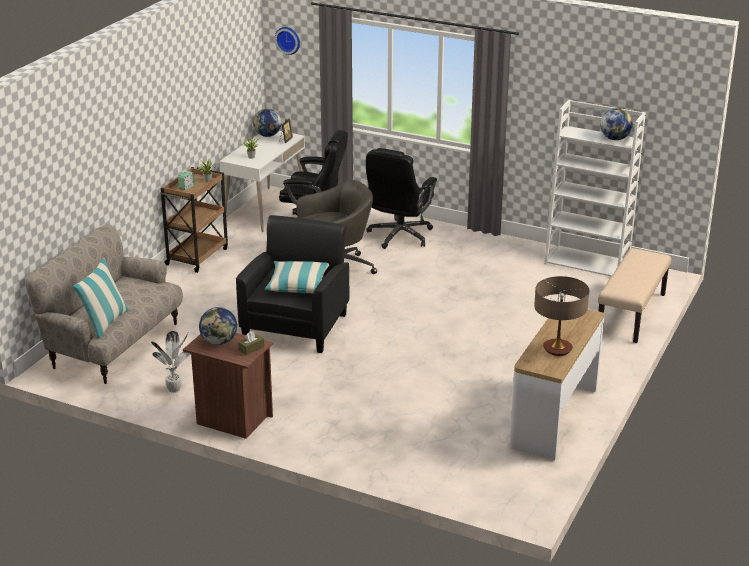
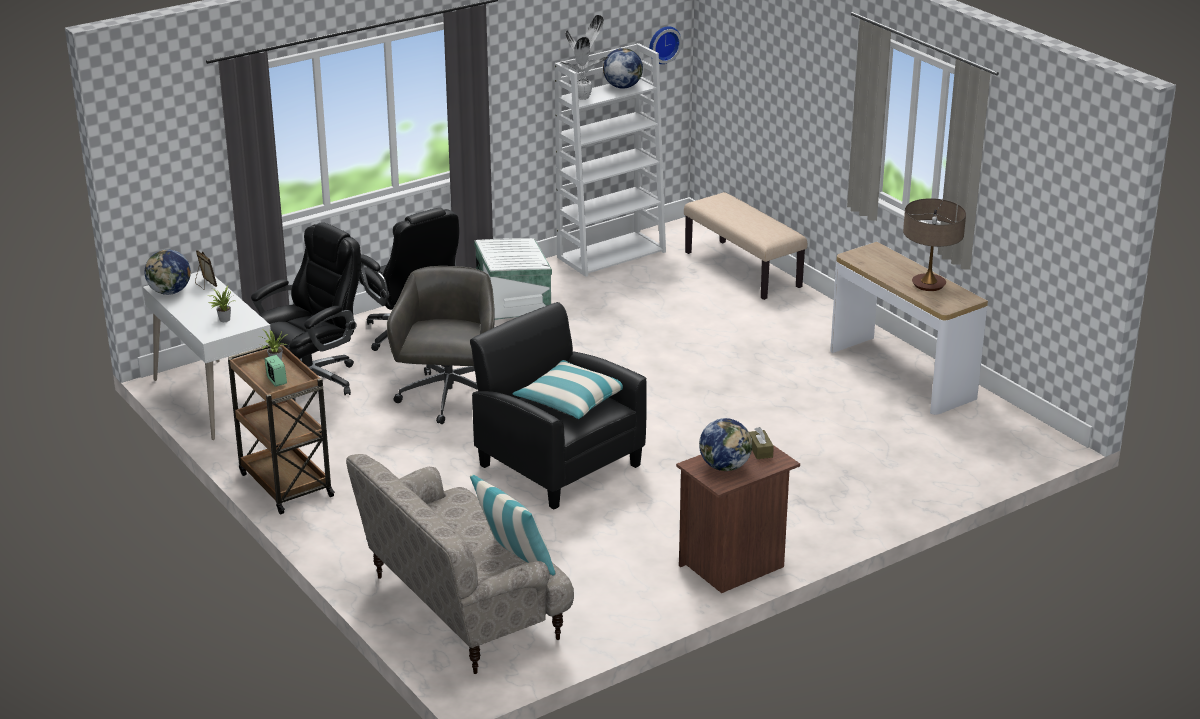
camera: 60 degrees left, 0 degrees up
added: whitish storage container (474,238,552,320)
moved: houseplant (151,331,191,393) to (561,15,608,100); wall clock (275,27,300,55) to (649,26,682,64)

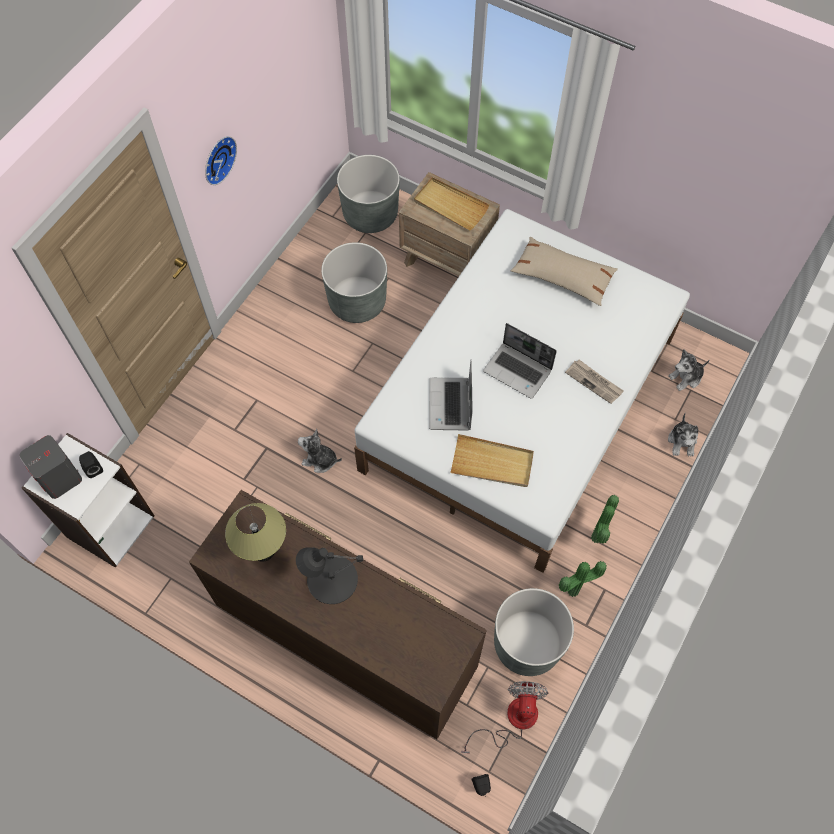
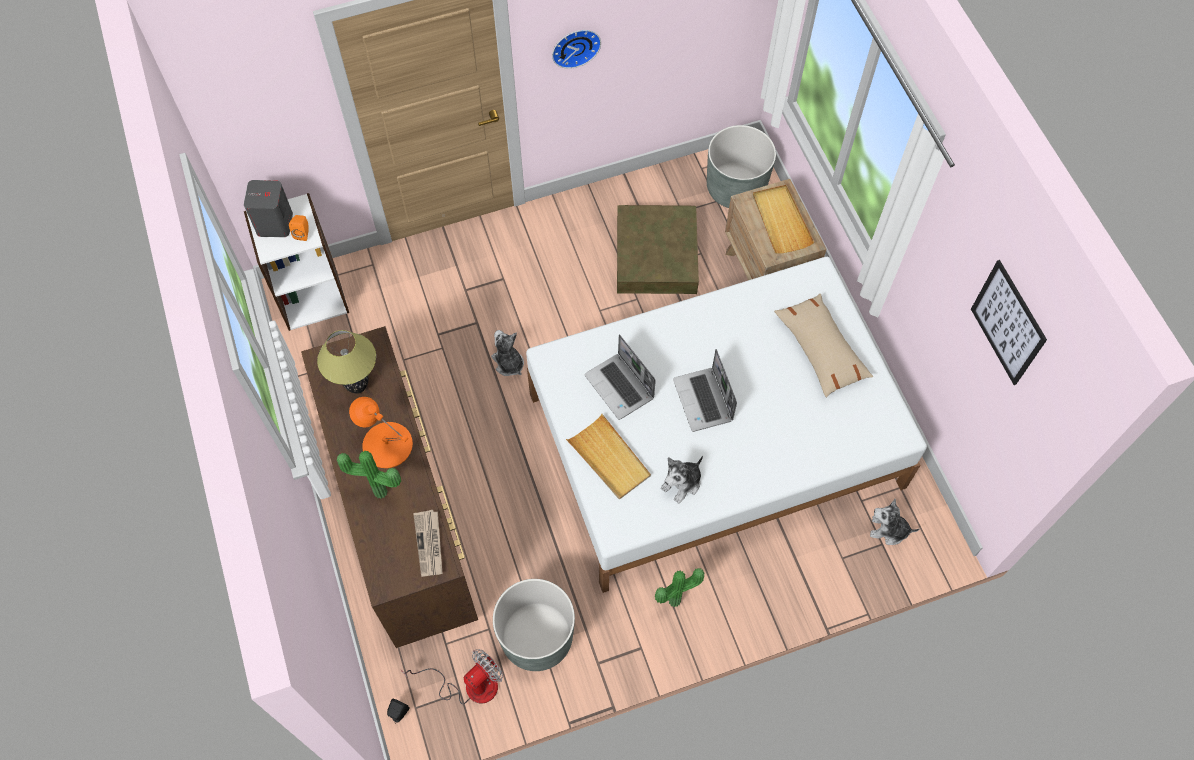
camera: 40 degrees right, 0 degrees up
added: wall art (971,260,1047,385)
moved: houseplant (559,561,607,597) to (337,451,401,499); printed paper (565,360,624,404) to (413,510,442,577); cuddly toy (668,413,698,457) to (661,456,703,504)
replaced: gray plant pot (321,242,387,323) to brown-coloured storage container (617,205,699,294)
recoloured: black audio speaker (79,451,103,478) to orangey audio speaker (289,215,309,241); black tabletop lamp (296,547,363,604) to orangey tabletop lamp (349,397,413,468)
turned: notebook computer (429,360,473,431) = (585,334,656,420) 75 degrees counterclockwise

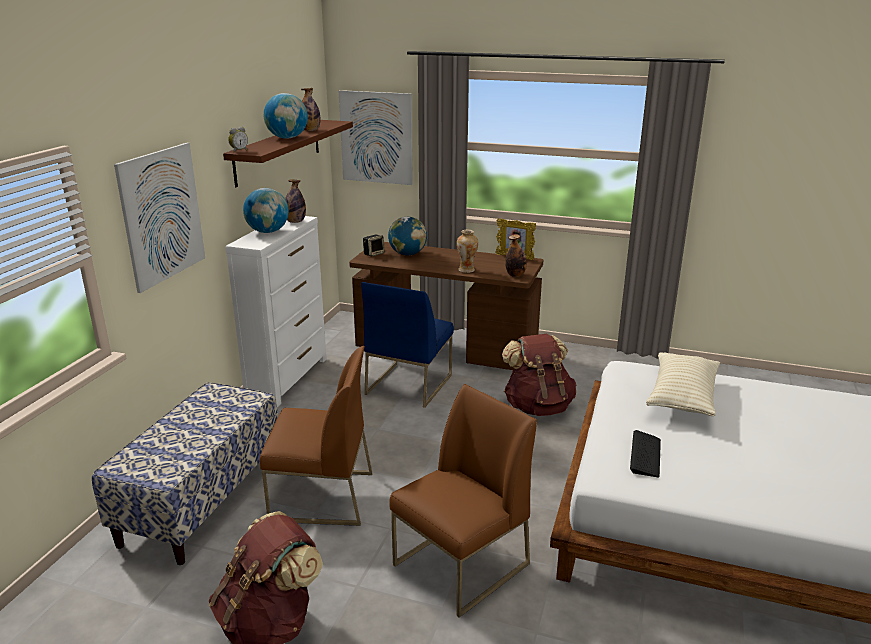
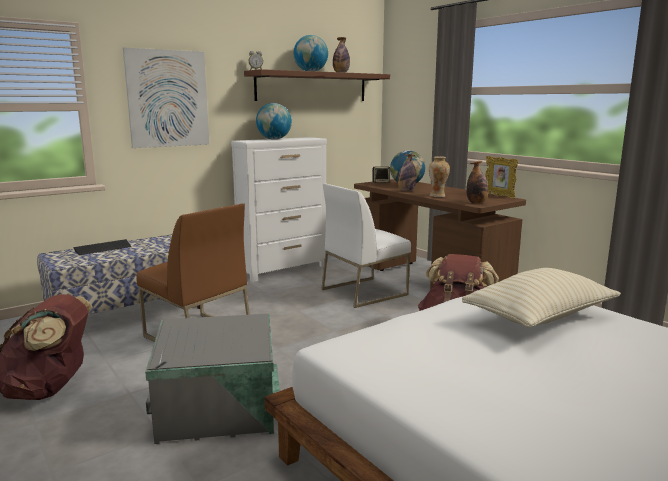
camera: 35 degrees right, 10 degrees down
removed: wall art (338,90,413,185)
moved: drink bottle (285,180,306,223) to (397,154,417,191); PC keyboard (630,430,661,477) to (73,239,131,255)
replaced: brown-coloured chair (389,384,537,618) to gray storage container (145,314,280,444)
recoloured: blue chair (361,282,454,408) to whitish chair (321,183,411,308)

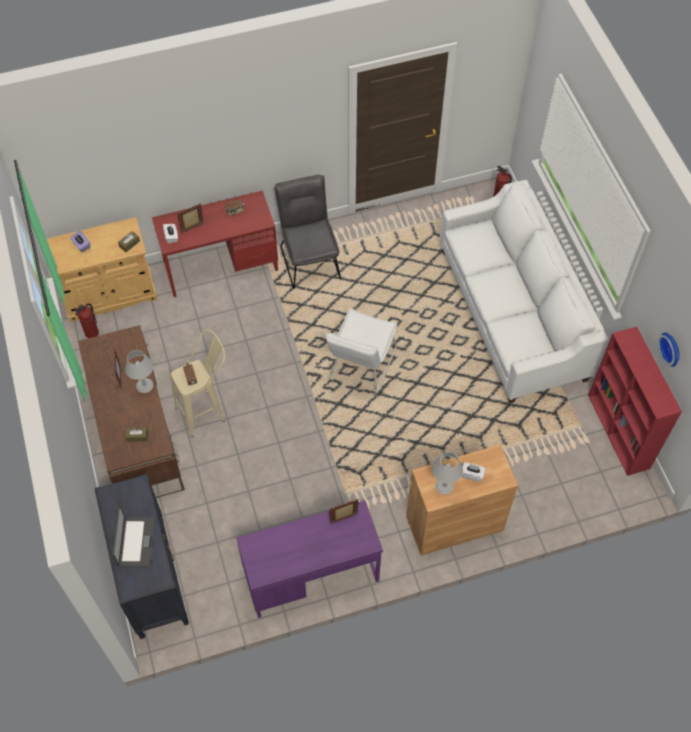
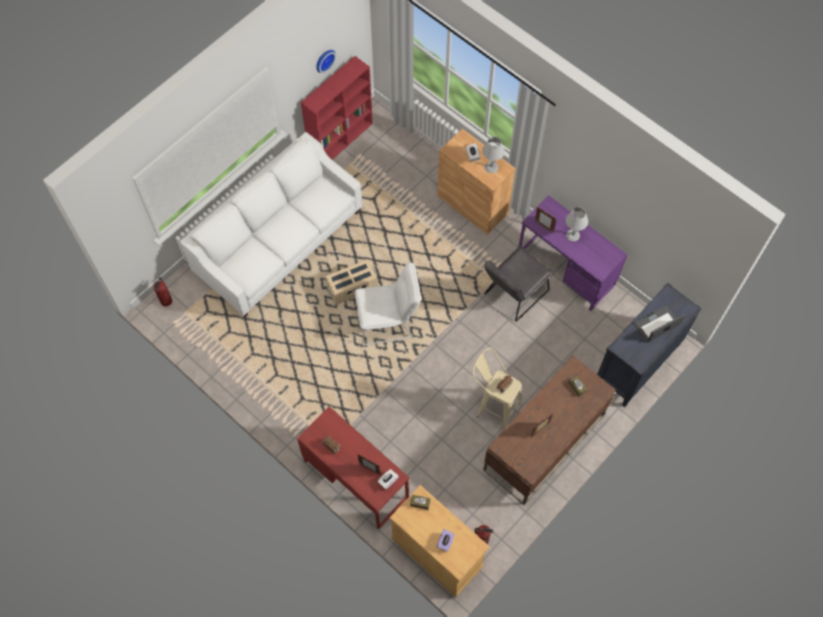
camera: 120 degrees left, 5 degrees up
added: beige-coloured storage container (326,259,378,305)
moved: gray tabletop lamp (125,350,153,393) to (566,207,588,242); gray chair (274,175,341,289) to (484,246,552,321)

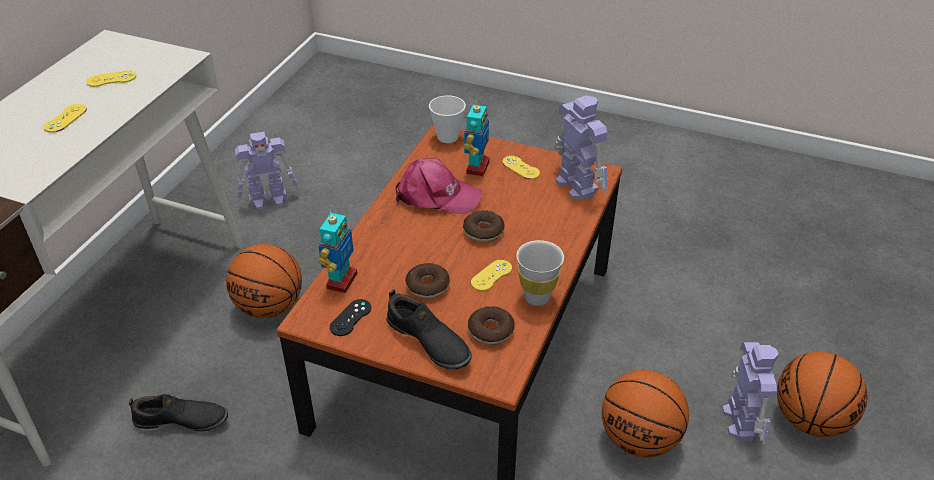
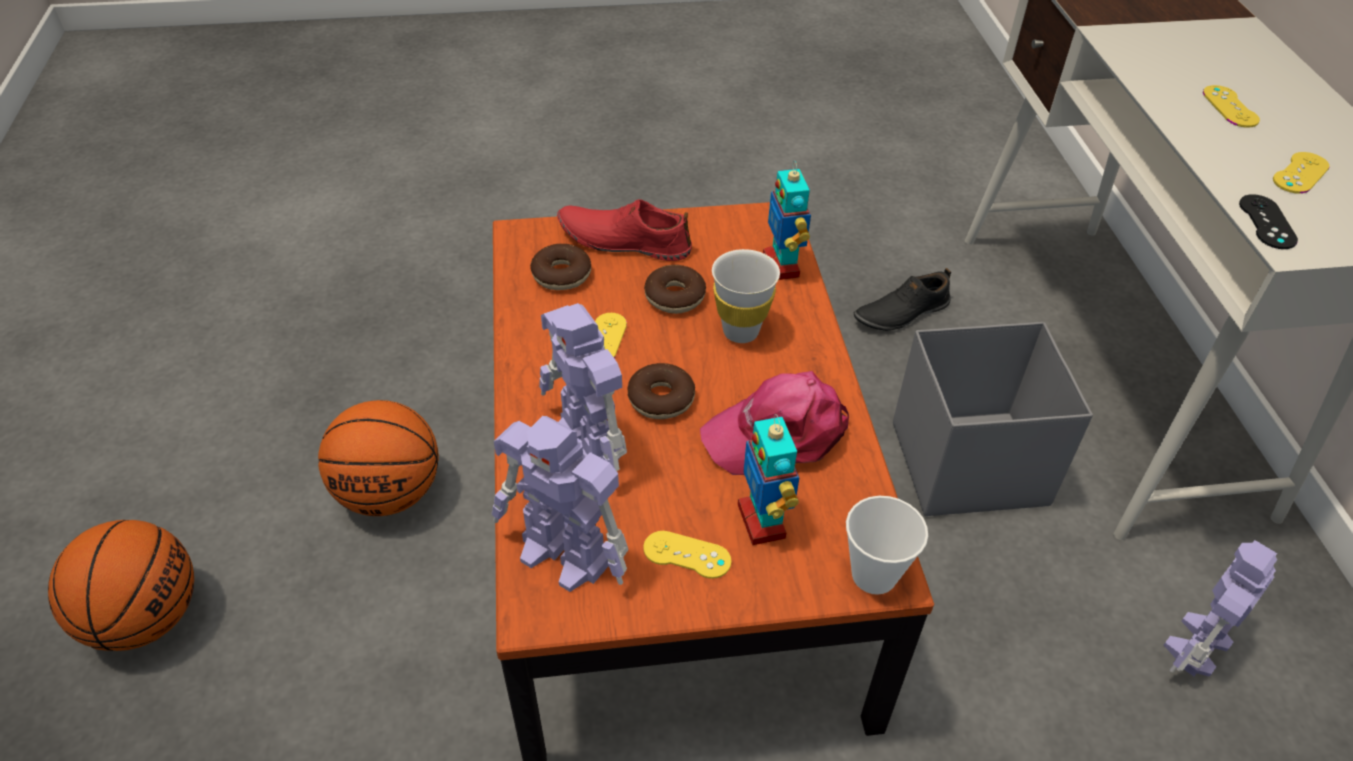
camera: 150 degrees right, 5 degrees up
moved: black gamepad (329,299,371,336) to (1239,194,1298,249); whitish small cup (516,240,564,306) to (712,249,780,343); model robot (722,342,779,444) to (539,303,627,471)
replaced: basketball ball (226,244,302,318) to gray storage container (893,322,1093,516)
recoloured: black low shoe (387,289,472,369) to red low shoe (557,199,692,261)

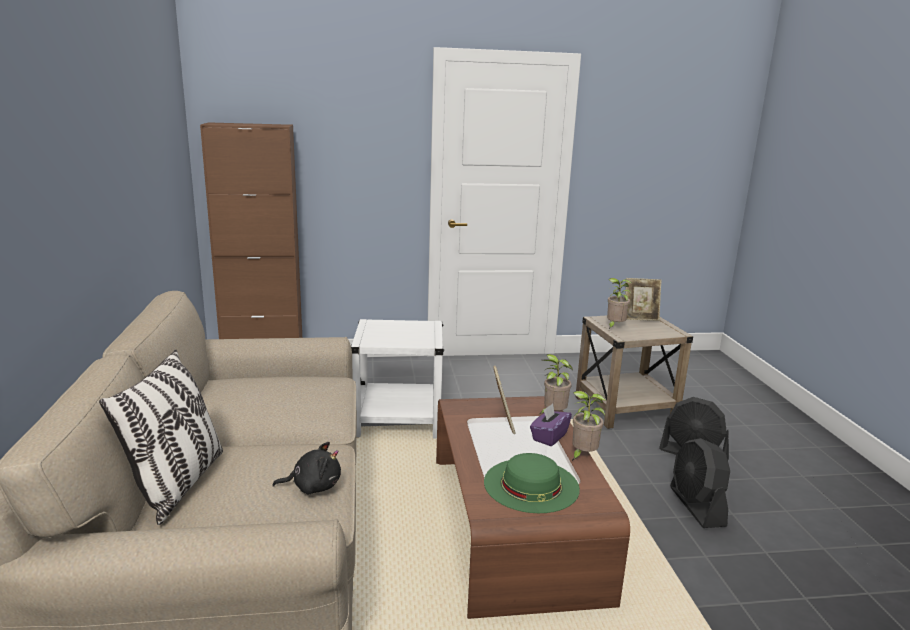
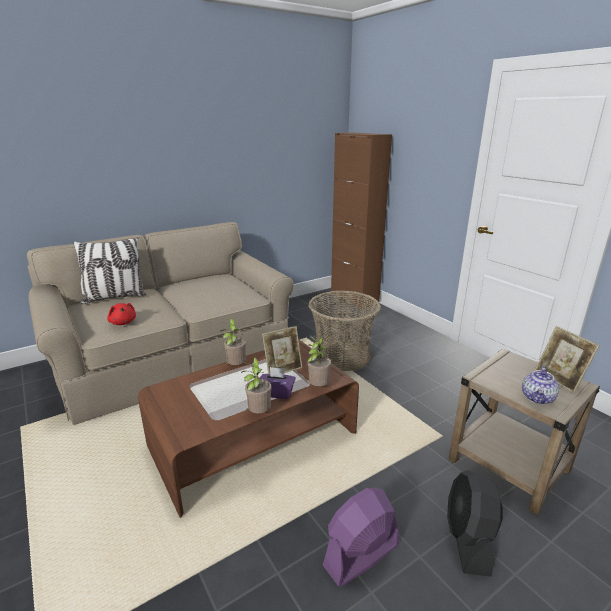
camera: 65 degrees right, 5 degrees up
removed: green wearable hat (484,453,580,513)
added: pot for tea (522,366,559,404)
moved: houseplant (607,278,631,330) to (220,318,246,365)
replaced: whitish end table (351,319,444,439) to basket (308,291,381,371)
recoloured: black cuddly toy (273,442,341,494) to red cuddly toy (107,303,136,325); black electric fan (670,438,730,528) to purplish electric fan (323,488,399,587)

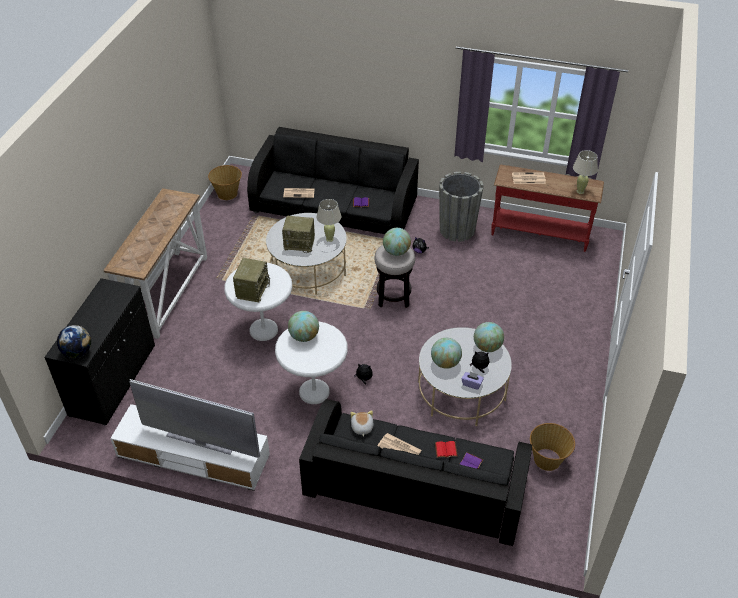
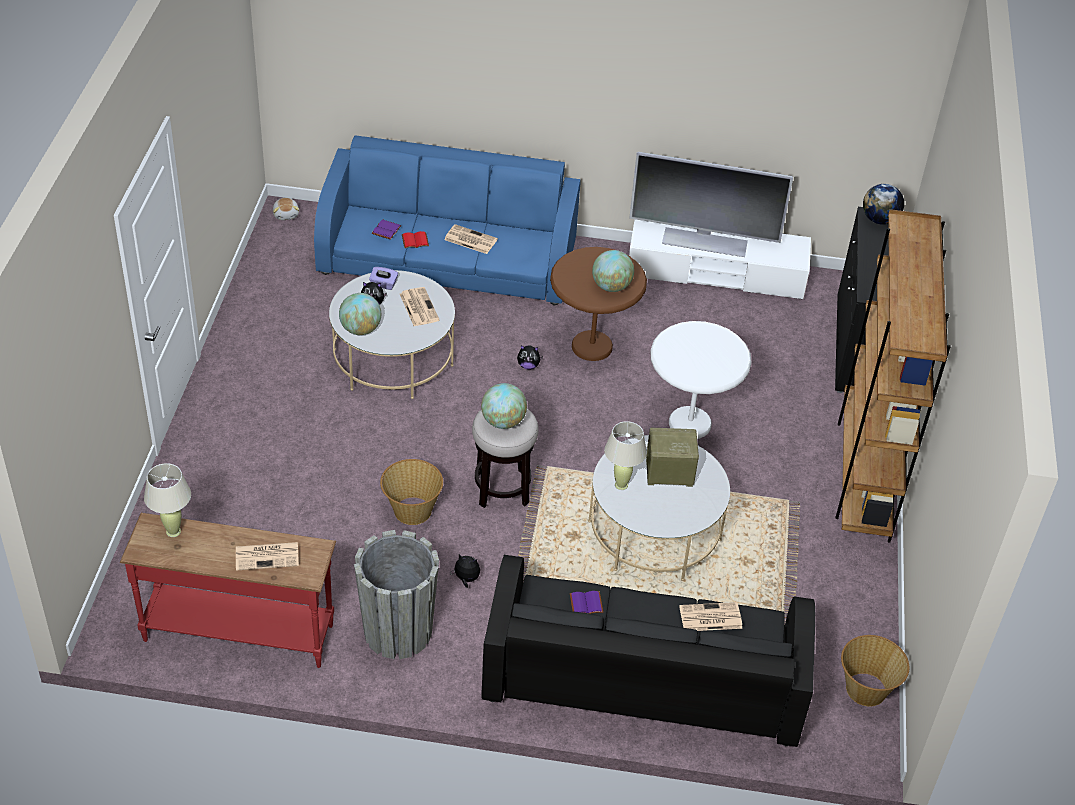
camera: 170 degrees right, 0 degrees up
removed: radio receiver (233,258,270,302)
moved: cuddly toy (351,410,374,437) to (273,198,299,220); basket (530,423,575,471) to (380,459,443,525)
replaced: console table (103,188,207,339) to brown-coloured bookcase (835,209,951,543); world globe (431,338,462,369) to printed paper (400,287,440,326)
recoloured: whitish end table (275,321,348,404) to brown-coloured end table (550,247,647,361); black couch (299,399,532,546) to blue couch (314,135,580,305)

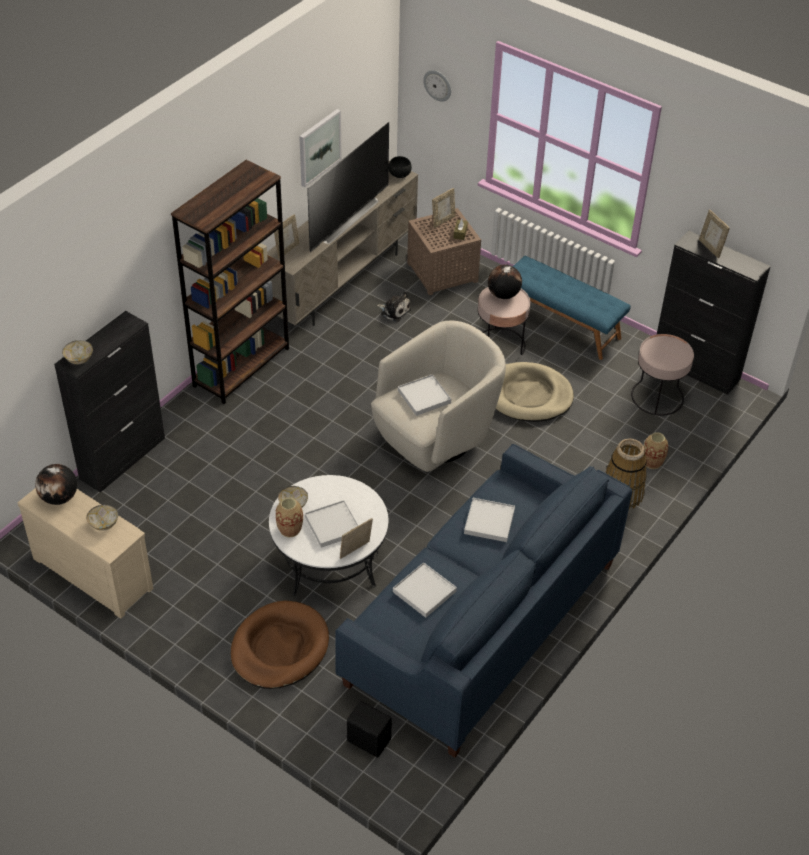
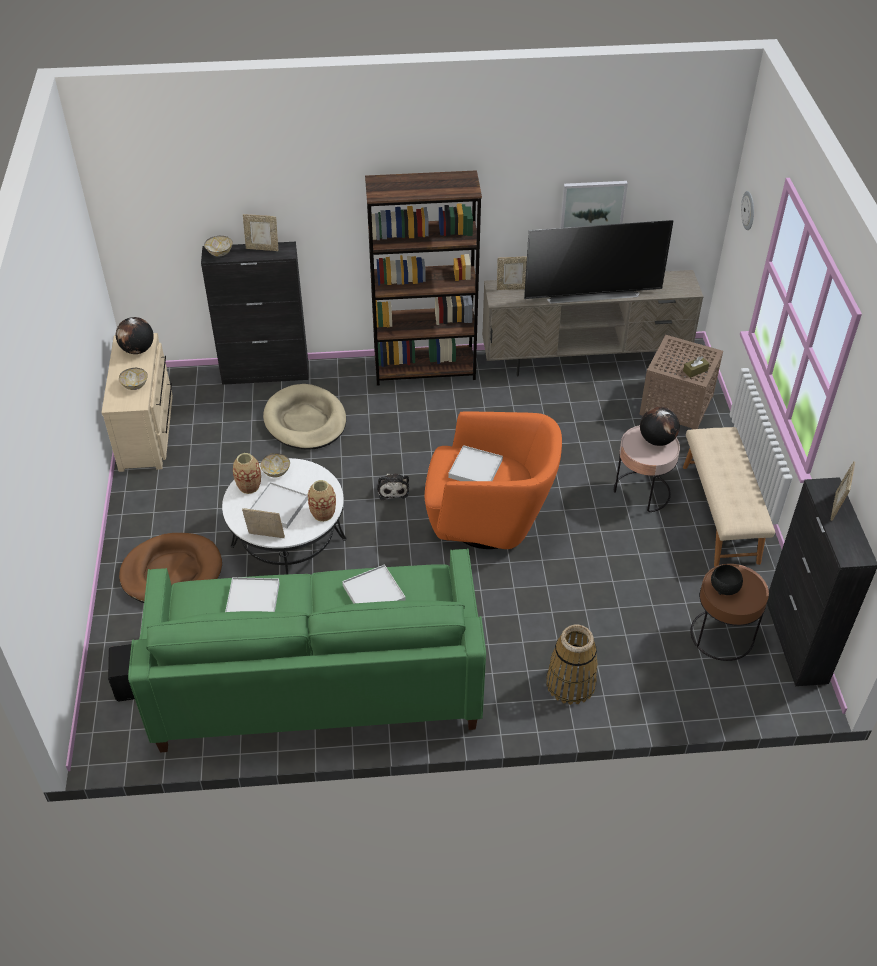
camera: 50 degrees right, 0 degrees up
moved: cuddly toy (376,292,411,322) to (377,473,409,500); black serving bowl (389,156,412,178) to (711,565,743,595); standing frame (432,188,455,228) to (243,214,279,251); beige-coloured pet bed (496,362,574,422) to (263,384,346,450); vase (644,432,668,469) to (308,480,336,522)
recoloured: blue couch (335,444,633,758) to green couch (128,548,486,753); beige-coloured lounge chair (371,321,506,472) to orangey lounge chair (425,411,562,549); blue bench (513,256,631,360) to beige-coloured bench (683,427,775,567); pinkish end table (631,334,694,416) to brown-coloured end table (690,564,769,661)

